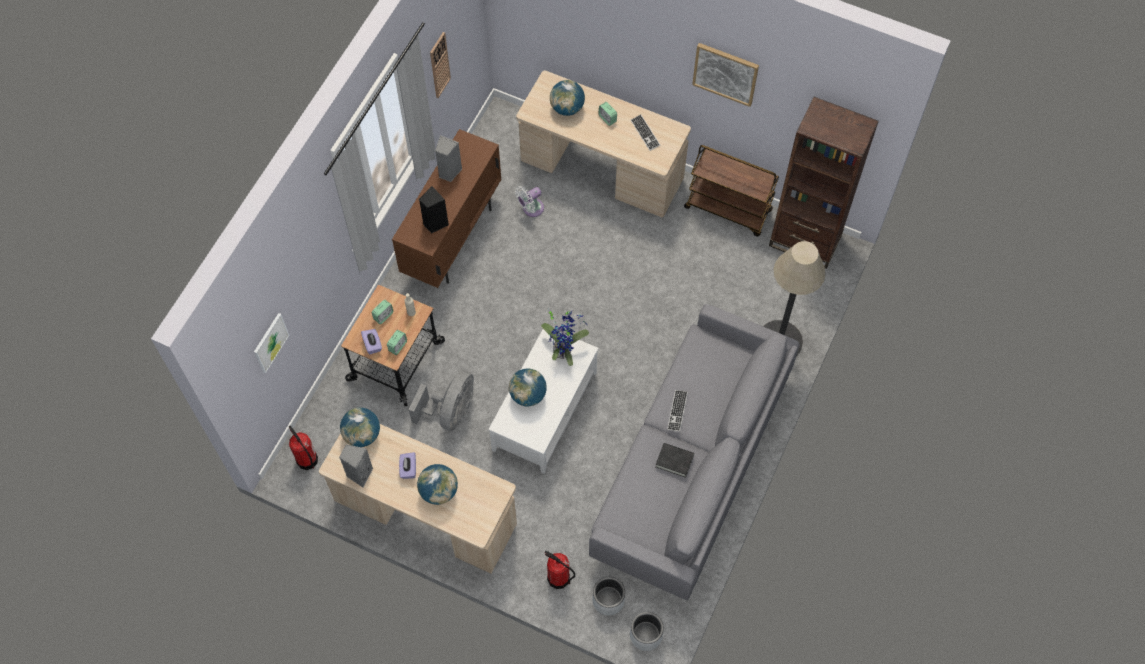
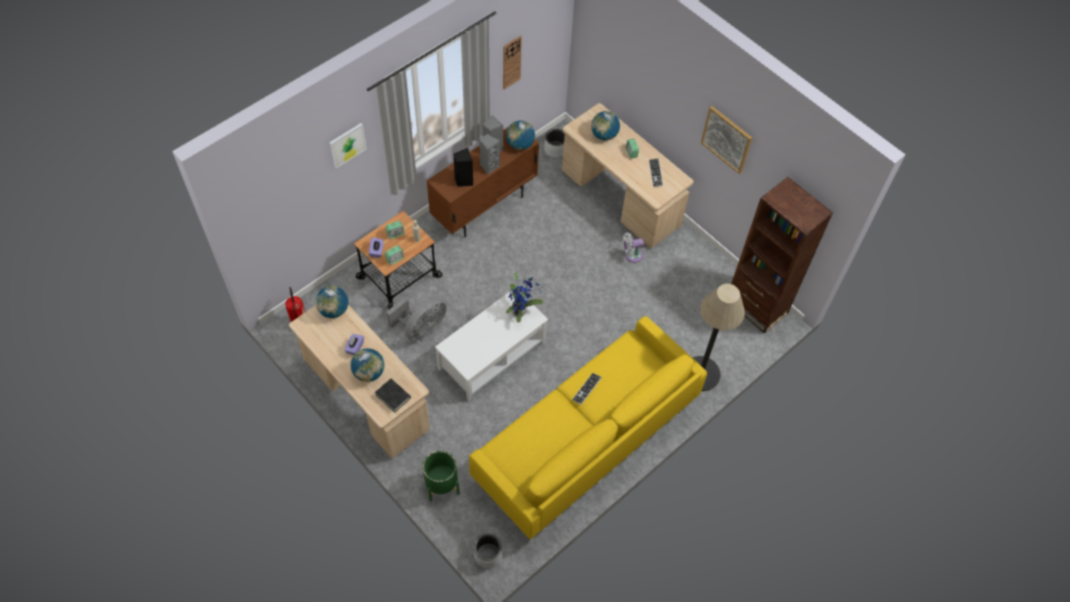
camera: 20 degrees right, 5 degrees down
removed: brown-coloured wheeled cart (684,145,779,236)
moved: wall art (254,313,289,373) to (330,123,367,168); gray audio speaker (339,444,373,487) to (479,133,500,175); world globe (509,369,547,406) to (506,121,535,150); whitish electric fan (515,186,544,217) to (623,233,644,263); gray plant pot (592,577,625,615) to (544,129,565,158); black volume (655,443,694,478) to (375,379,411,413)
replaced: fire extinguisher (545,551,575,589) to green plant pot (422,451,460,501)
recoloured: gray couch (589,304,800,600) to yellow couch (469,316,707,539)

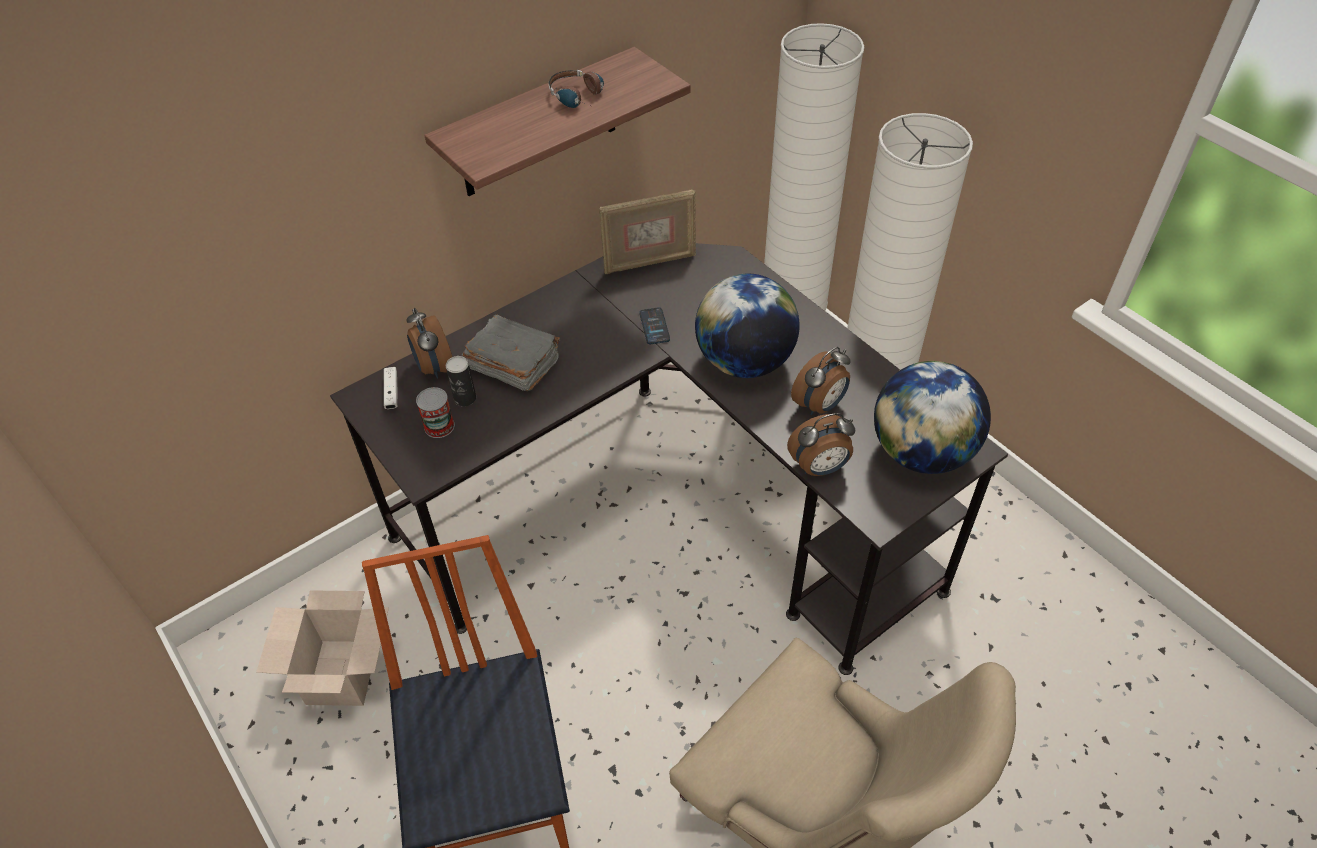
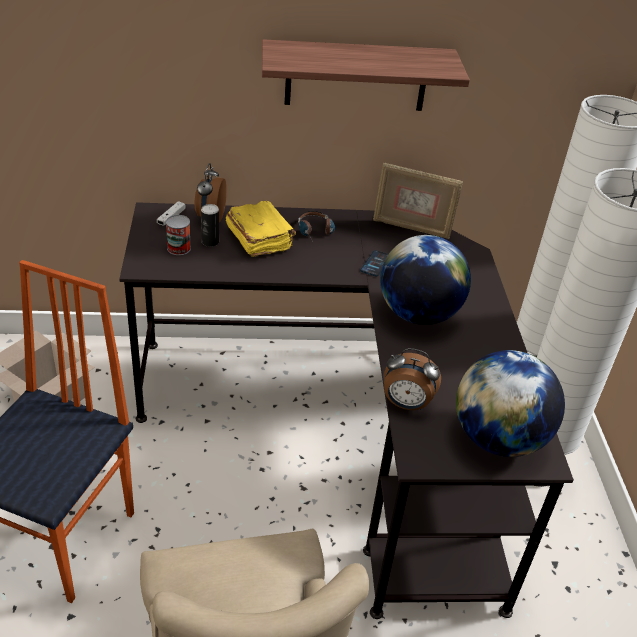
camera: 30 degrees right, 10 degrees down
removed: alarm clock (791,347,851,415)
moved: headset (549,70,604,109) to (298,211,335,238)
recoloured: gray volume (462,315,560,391) to yellow volume (226,201,296,257)

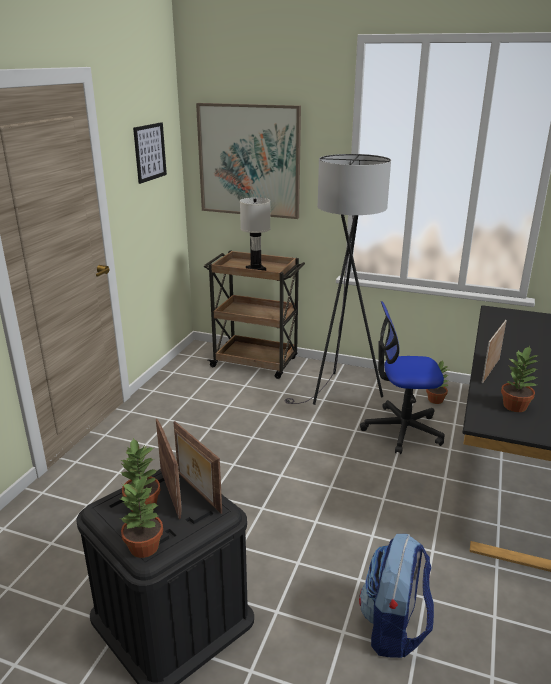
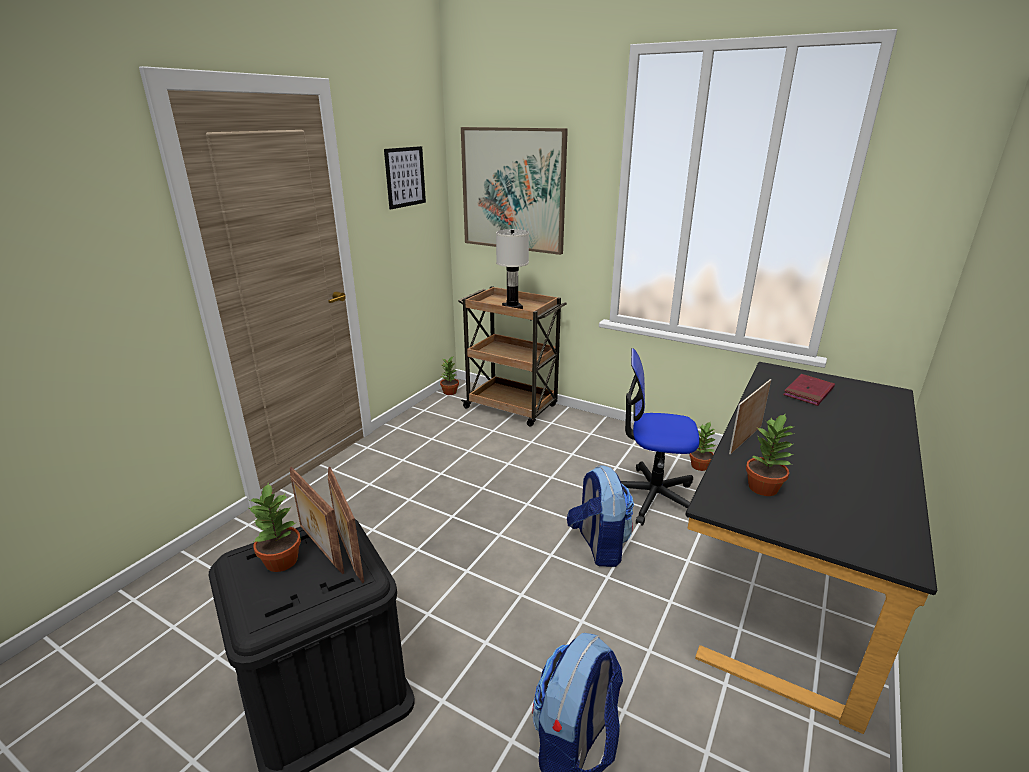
camera: 10 degrees right, 0 degrees up
removed: gray floor lamp (285,154,391,405)
added: rucksack (567,465,634,567); red volume (783,374,835,406)
moved: houseplant (119,474,163,558) to (440,357,459,395)
turned: standing frame (156,419,182,519) = (290,467,344,574) 150 degrees clockwise

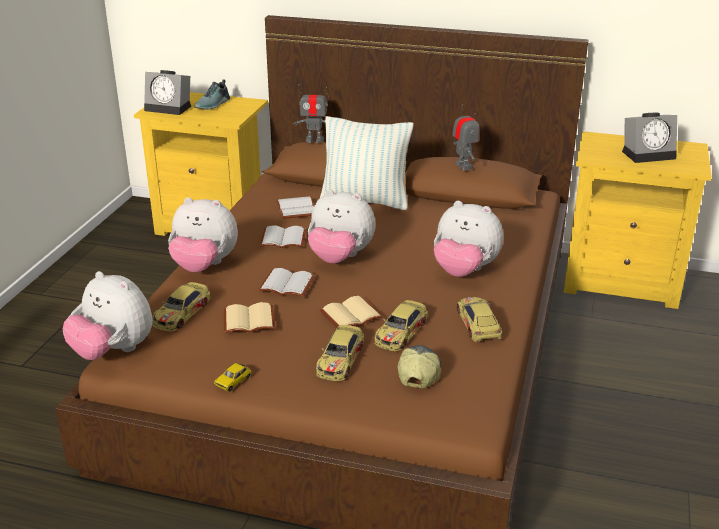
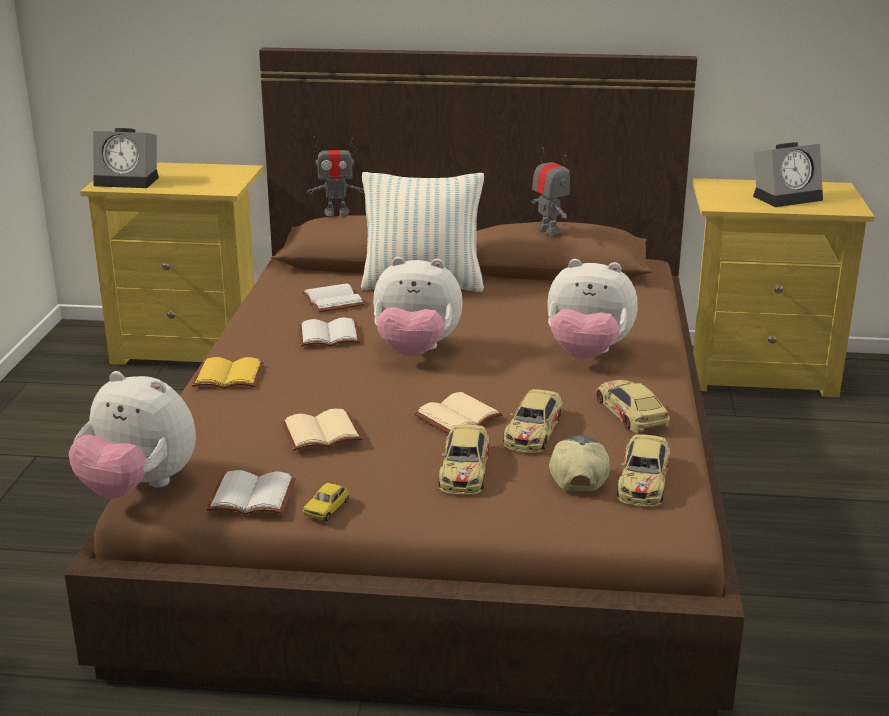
camera: 10 degrees left, 5 degrees down
removed: low shoe (194,79,230,110)
moved: model car (152,282,211,331) to (617,434,670,507); whitish volume (258,268,315,297) to (206,470,296,514)
replaced: cuddly toy (168,197,238,272) to yellow volume (192,357,264,389)

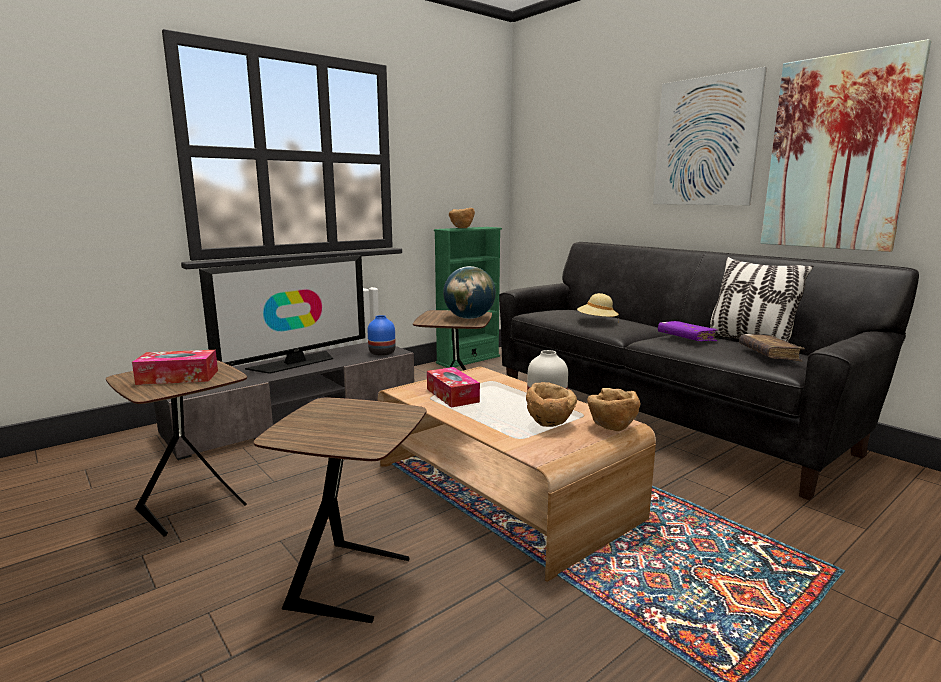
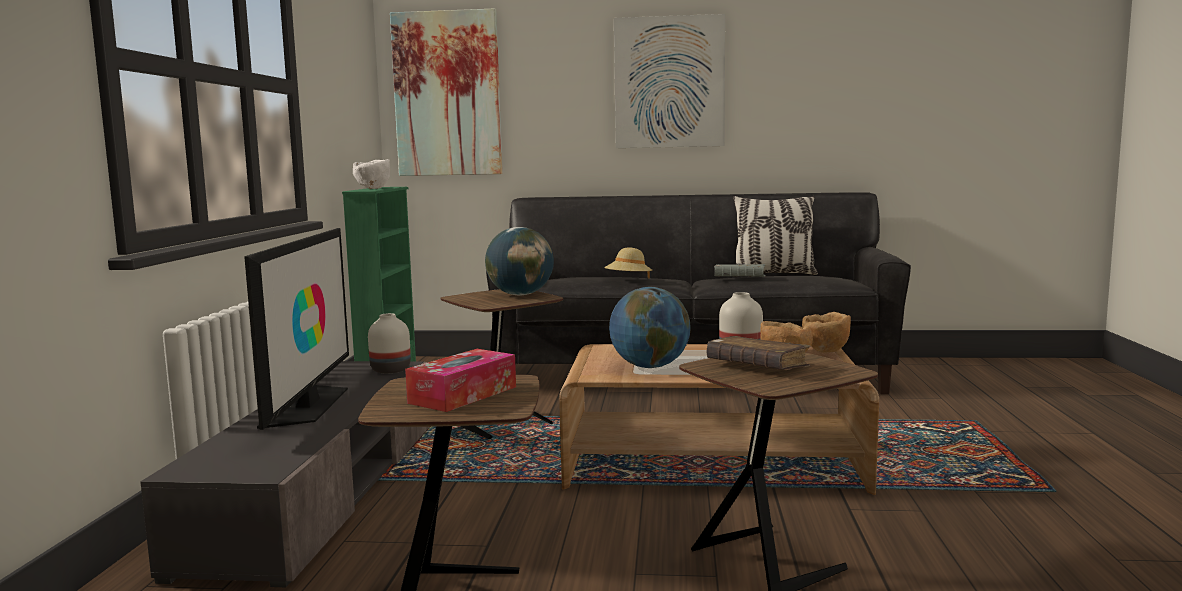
camera: 45 degrees left, 5 degrees down
moved: brown-coloured volume (739,334,805,361) to (706,336,810,370); wall art (761,39,931,252) to (390,8,502,176)
replaced: tissue box (427,367,480,408) to world globe (609,287,691,368)
recoloured: blue vase (368,315,396,356) to whitish vase (368,313,411,374); brown-coloured serving bowl (449,208,475,228) to whitish serving bowl (353,159,390,189); purplish volume (658,321,718,341) to gray volume (714,264,766,277)

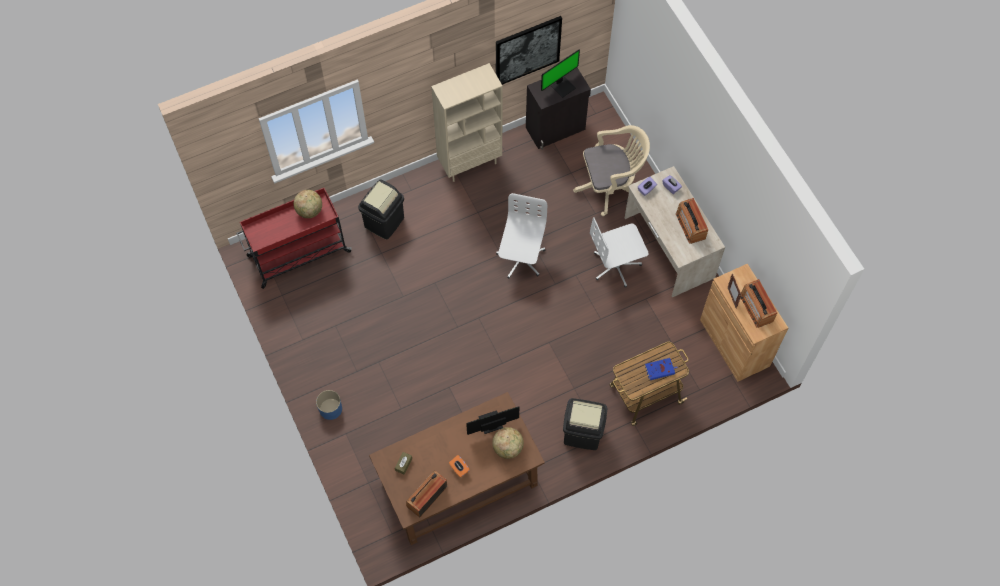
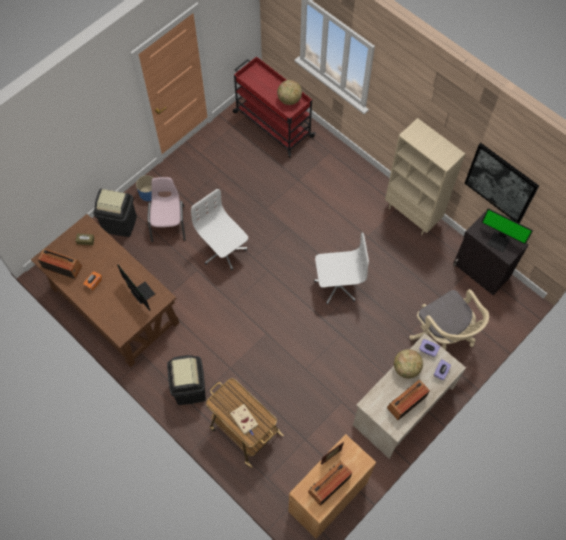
camera: 70 degrees right, 0 degrees up
added: pinkish chair (147,177,186,242)
moved: black trash can (358,180,404,240) to (93,189,137,237); world globe (492,427,524,459) to (394,349,423,378); whitish office chair (590,217,648,287) to (191,189,248,270)
recoloured: blue volume (645,358,677,380) to beige-coloured volume (230,404,258,436)

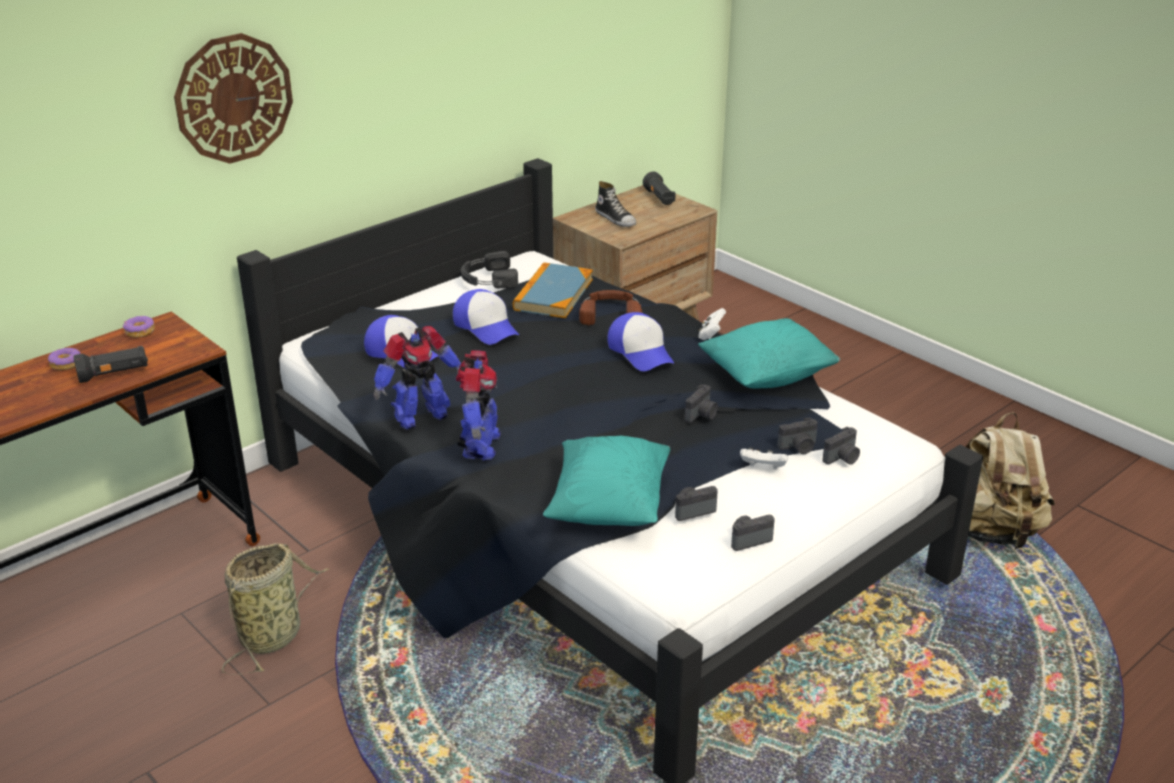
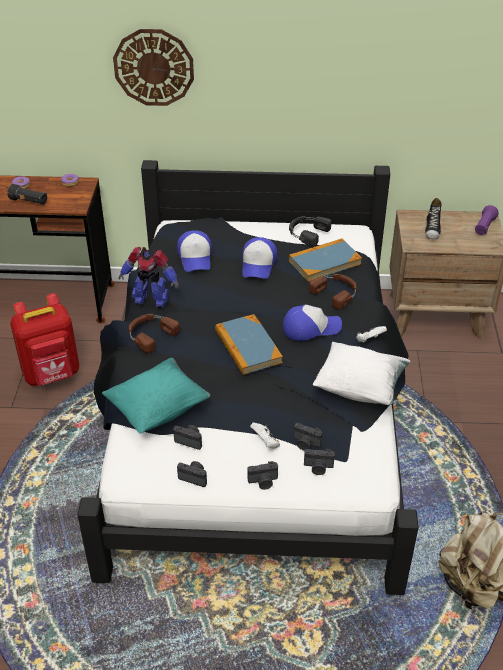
camera: 45 degrees right, 10 degrees up
added: volume (215,314,283,375)
moved: photo camera (685,384,718,423) to (247,461,278,490)
replaced: basket (222,543,329,675) to red rucksack (10,293,79,386); model robot (456,350,501,461) to brown-coloured headset (129,314,180,353)
recoloured: black hand torch (643,172,676,205) to purplish hand torch (475,205,499,235); turquoise-coloured cushion (698,318,840,389) to whitish cushion (313,342,410,405)
turned: cap (607,312,674,371) = (283,304,342,341) 120 degrees counterclockwise

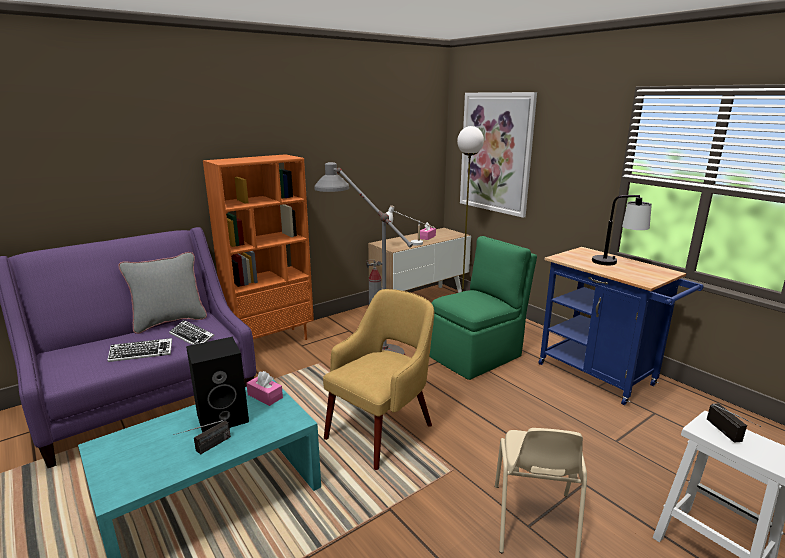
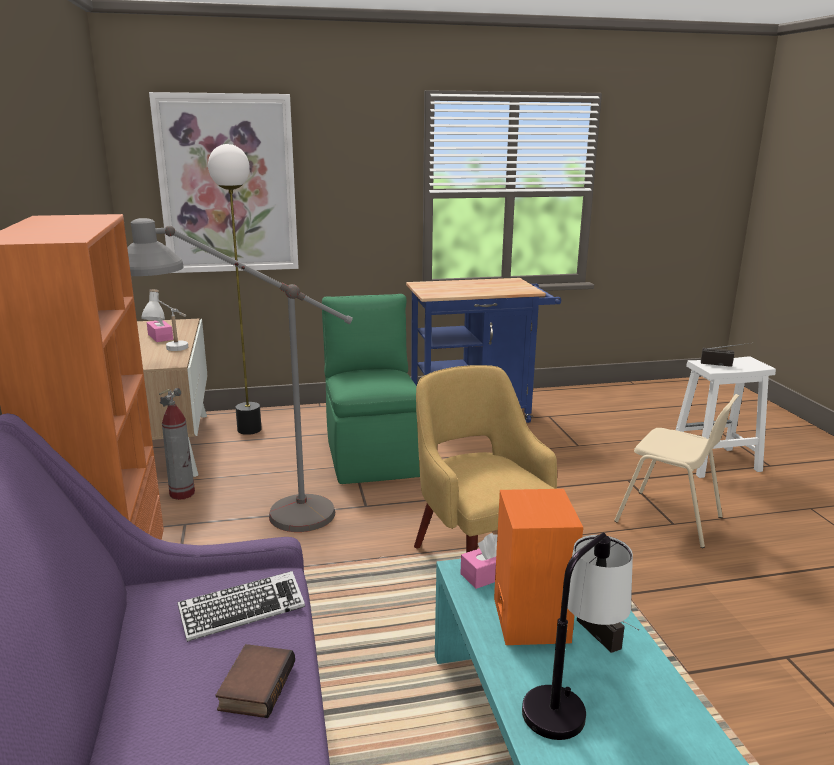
camera: 65 degrees left, 0 degrees up
removed: gray cushion (118,252,207,334)
moved: tabletop lamp (592,195,652,265) to (522,533,633,740)
replaced: PC keyboard (107,338,172,362) to volume (215,644,295,718)
recoloured: black audio speaker (186,337,249,433) to orangey audio speaker (494,489,583,645)

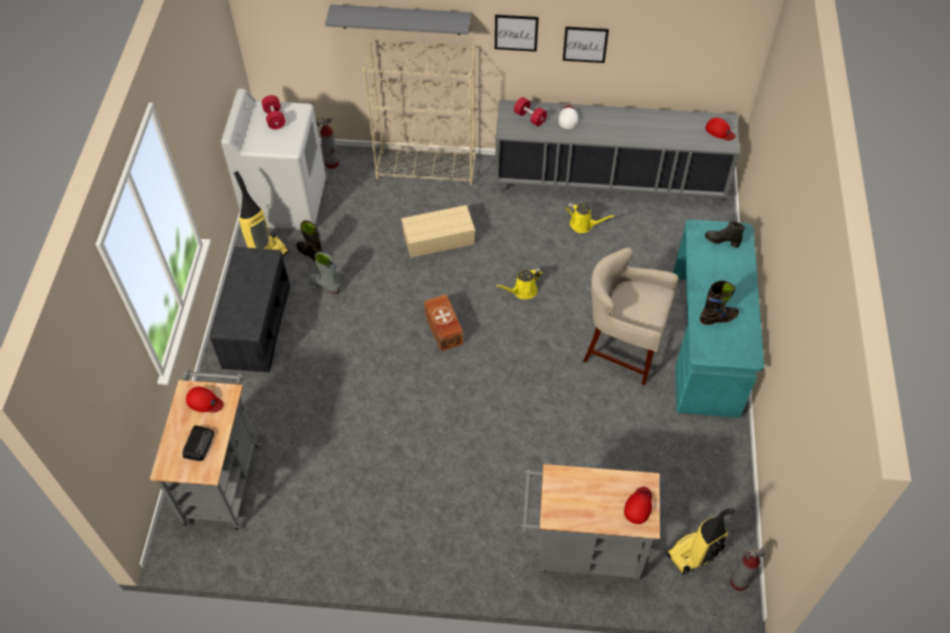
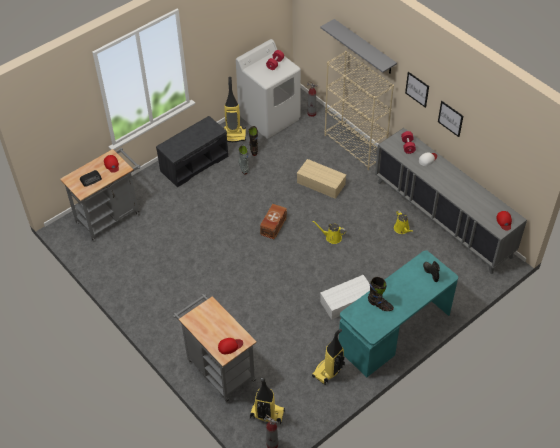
camera: 45 degrees right, 5 degrees down
added: vacuum (312,329,345,385)
replaced: beige-coloured stool seat (583,248,679,385) to whitish storage container (320,275,370,320)

